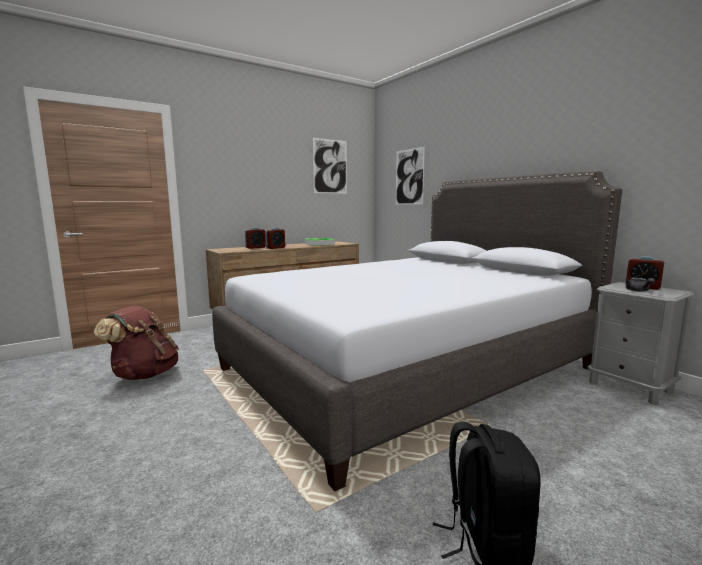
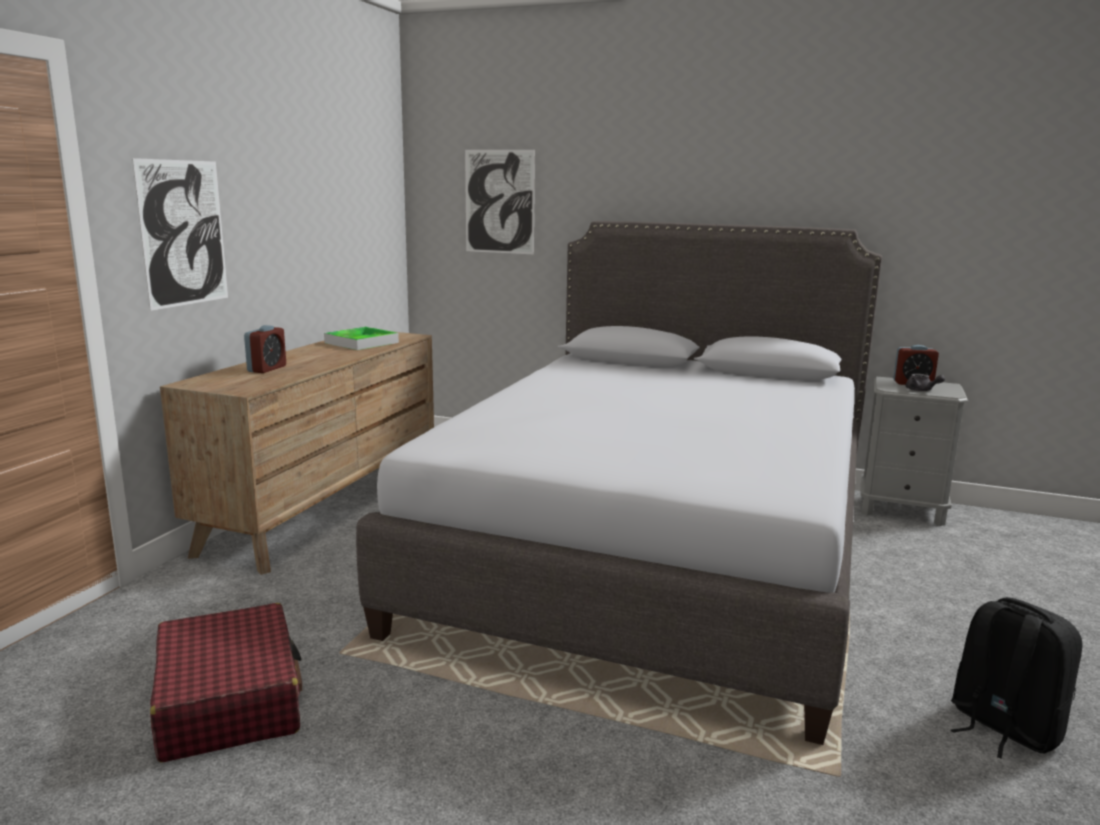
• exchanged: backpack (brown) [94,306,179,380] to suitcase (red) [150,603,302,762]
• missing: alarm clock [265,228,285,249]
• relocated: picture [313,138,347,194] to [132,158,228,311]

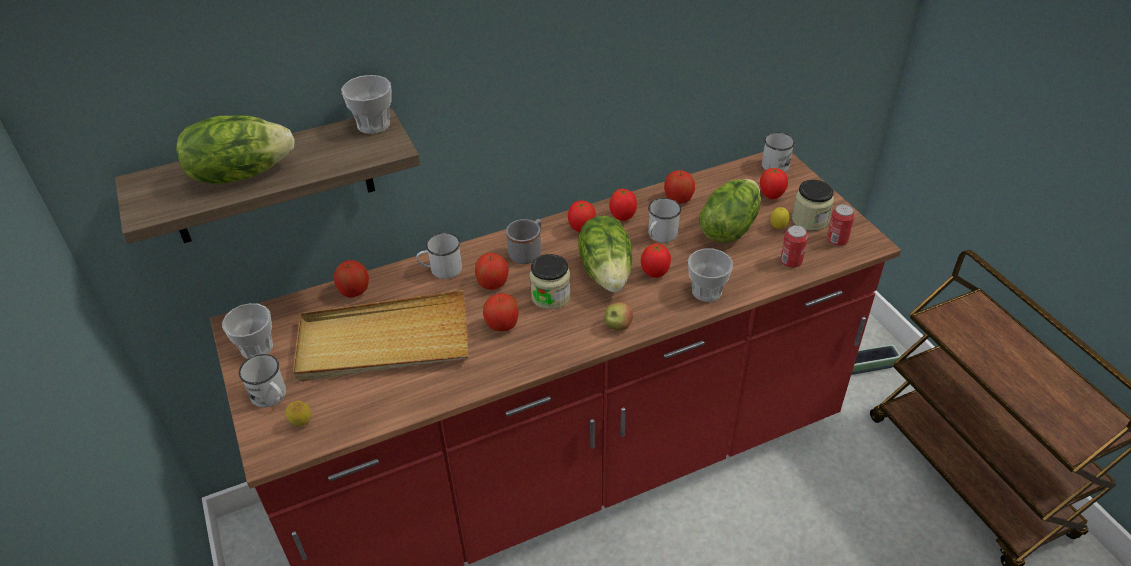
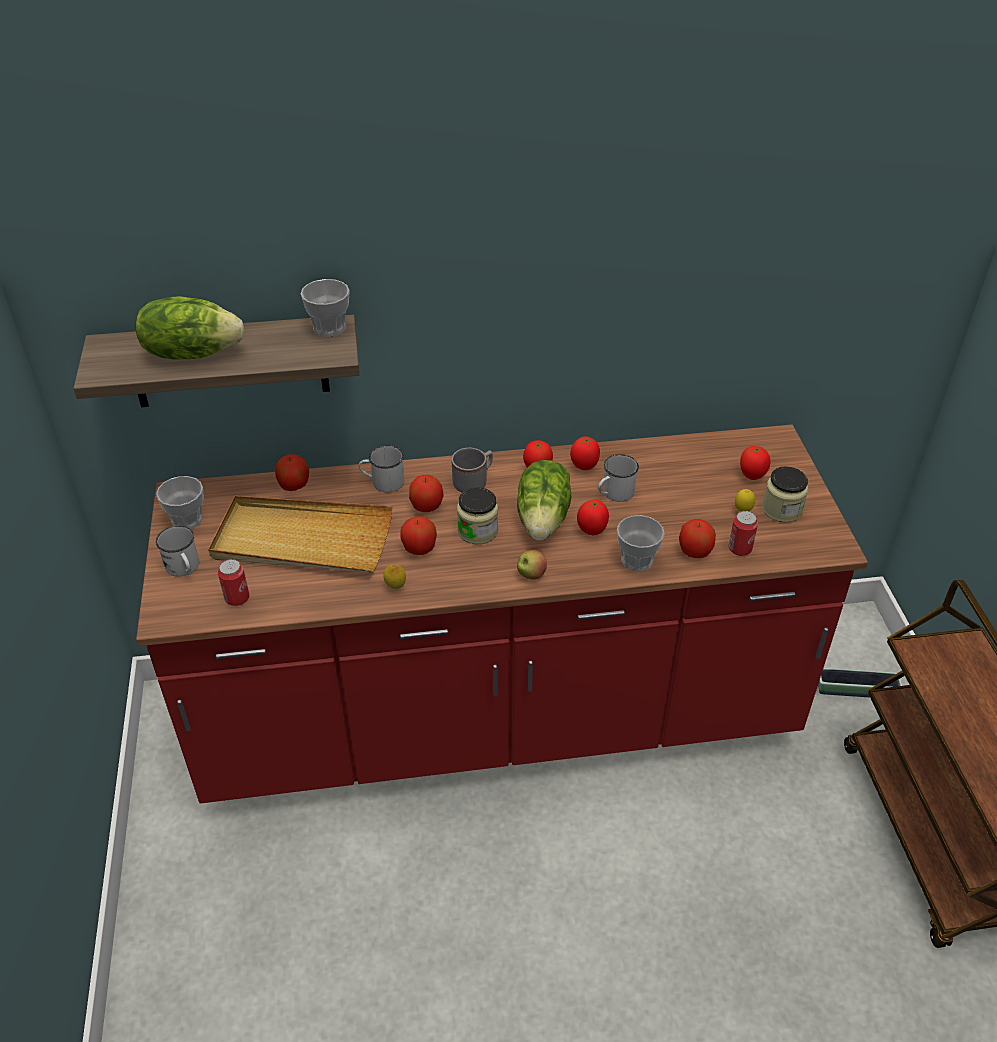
• relocated: lemon [286,401,311,426] to [384,564,406,589]
• relocated: apple [664,170,695,204] to [679,519,716,558]
• missing: lettuce [699,179,761,243]
• missing: mug (white) [762,133,795,172]
• relocated: can [827,204,855,246] to [218,559,249,606]

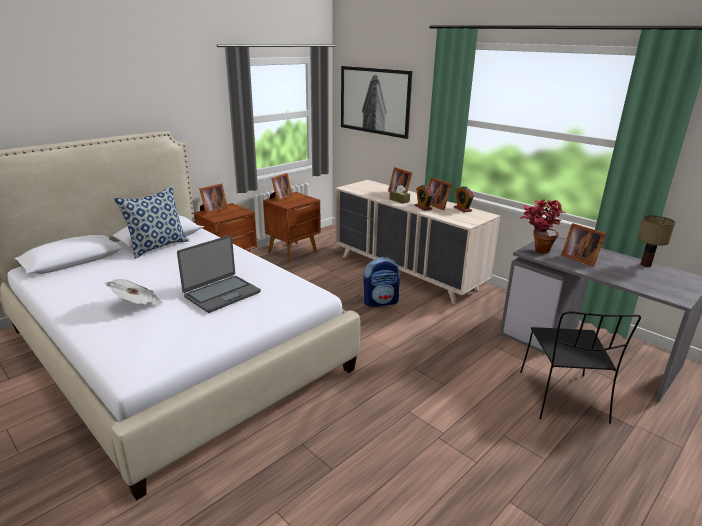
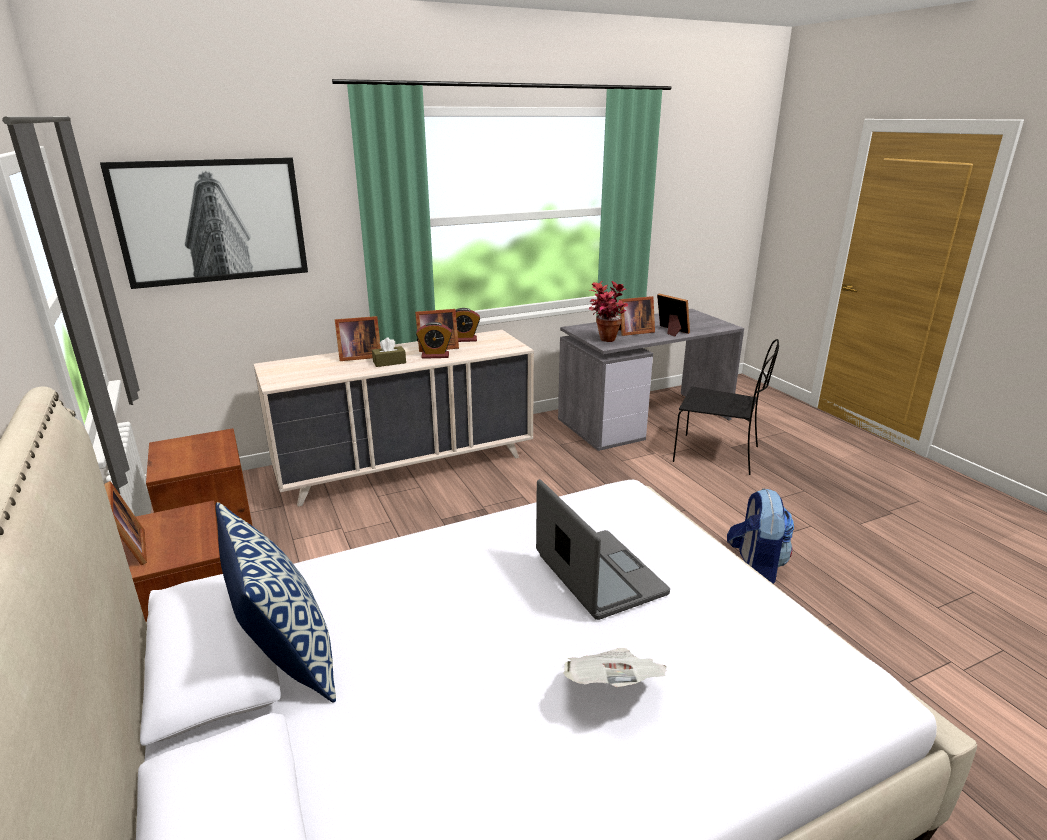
• relocated: picture frame [269,173,293,202] to [657,294,690,337]
• relocated: backpack [363,257,400,307] to [727,488,794,584]
• missing: table lamp [637,215,675,267]

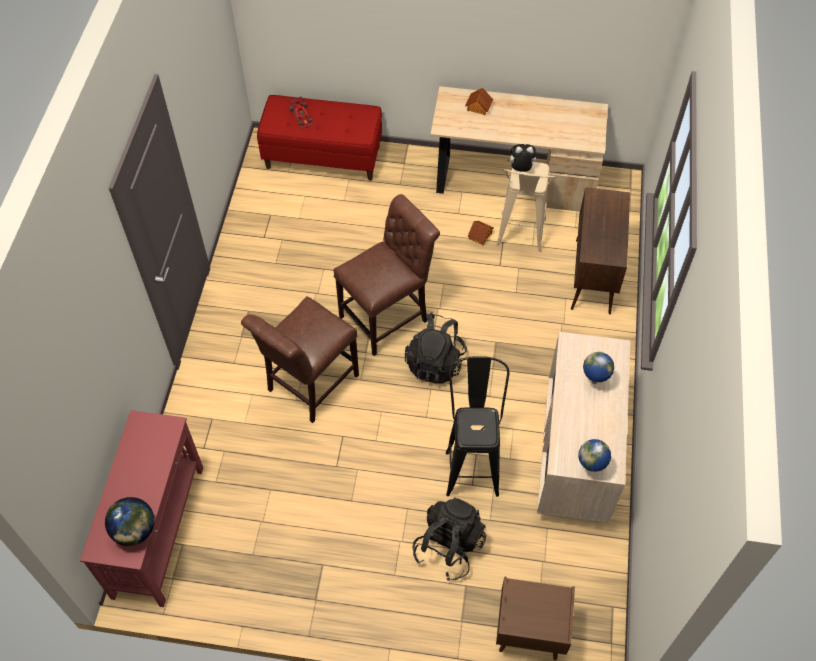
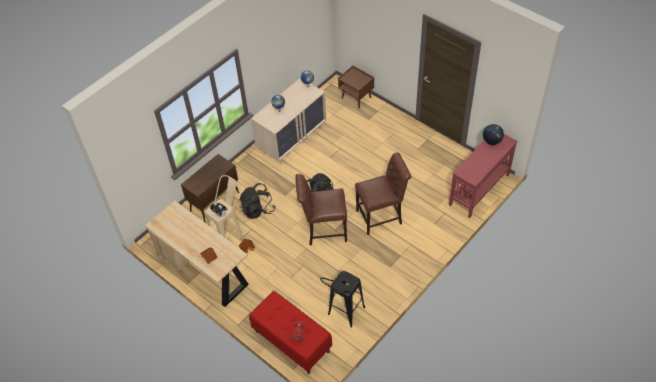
• relocated: backpack (black) [413,497,486,581] to [239,183,275,219]
• relocated: stool (black) [446,356,509,497] to [320,271,365,328]

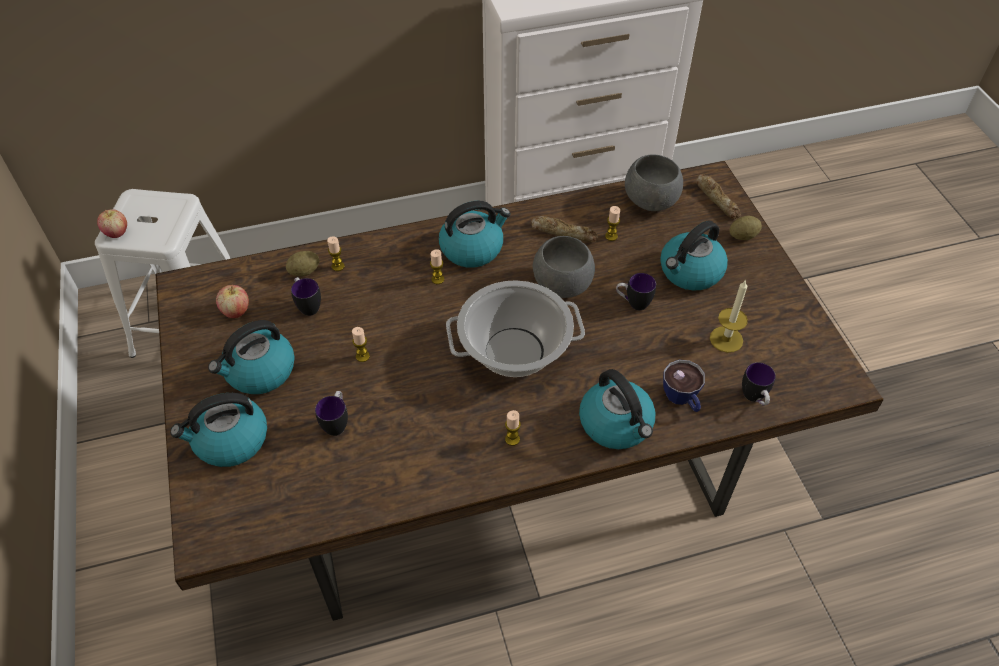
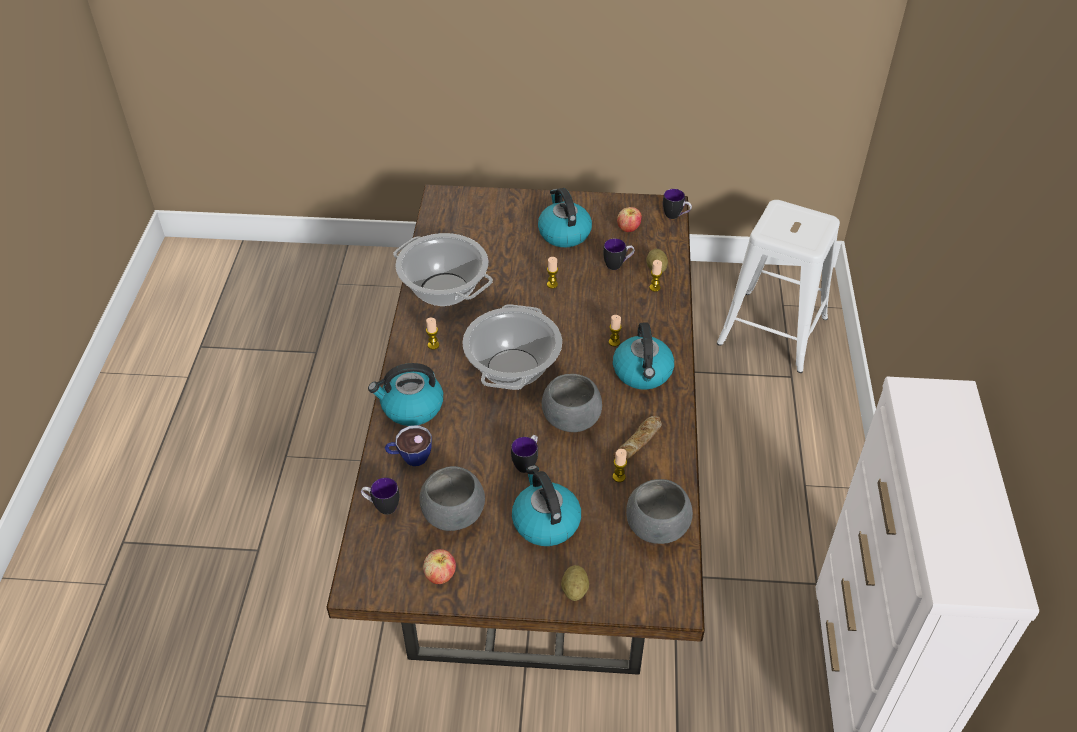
• relocated: apple [97,209,127,238] to [423,549,456,584]
• missing: kettle [170,393,267,467]
• relocated: mug [315,391,348,436] to [663,189,692,219]
• missing: bread [695,174,741,219]
• exchanged: candle [710,280,748,353] to bowl (grey) [419,466,485,531]
• appeared: cooking pot [393,233,493,306]

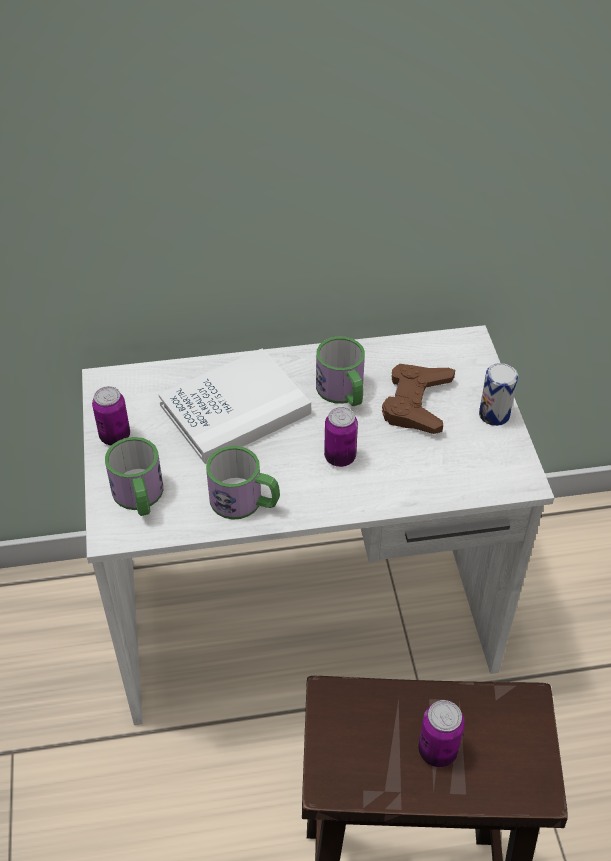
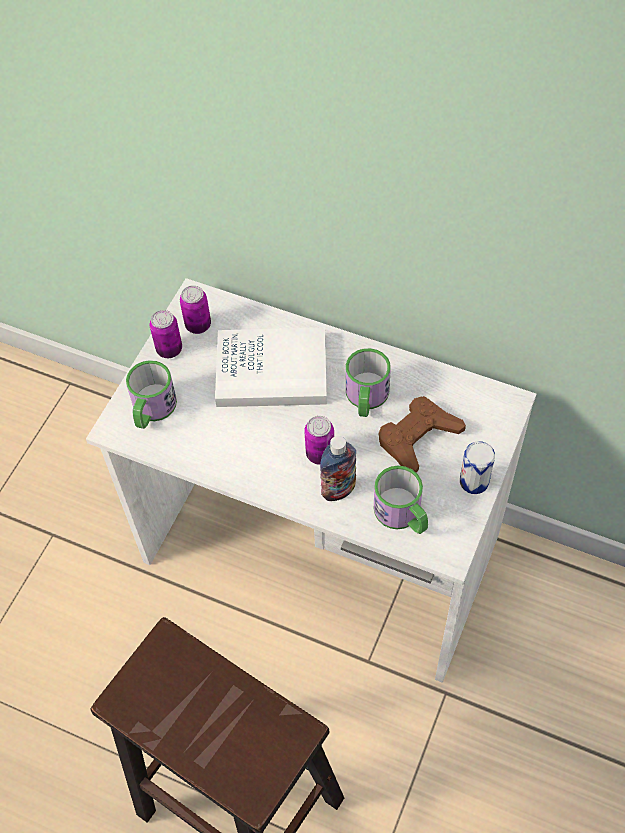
• relocated: mug [206,446,280,520] to [374,466,428,534]
• relocated: can [418,700,465,767] to [180,285,211,334]
• appeared: bottle [320,436,356,501]

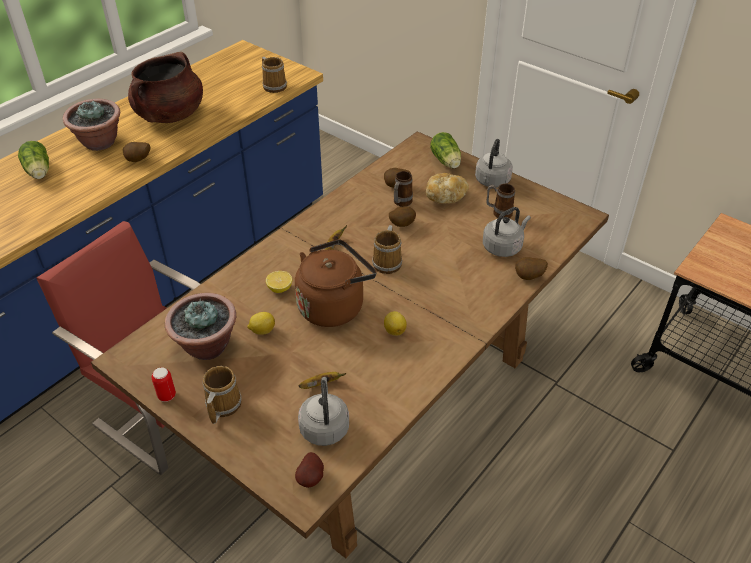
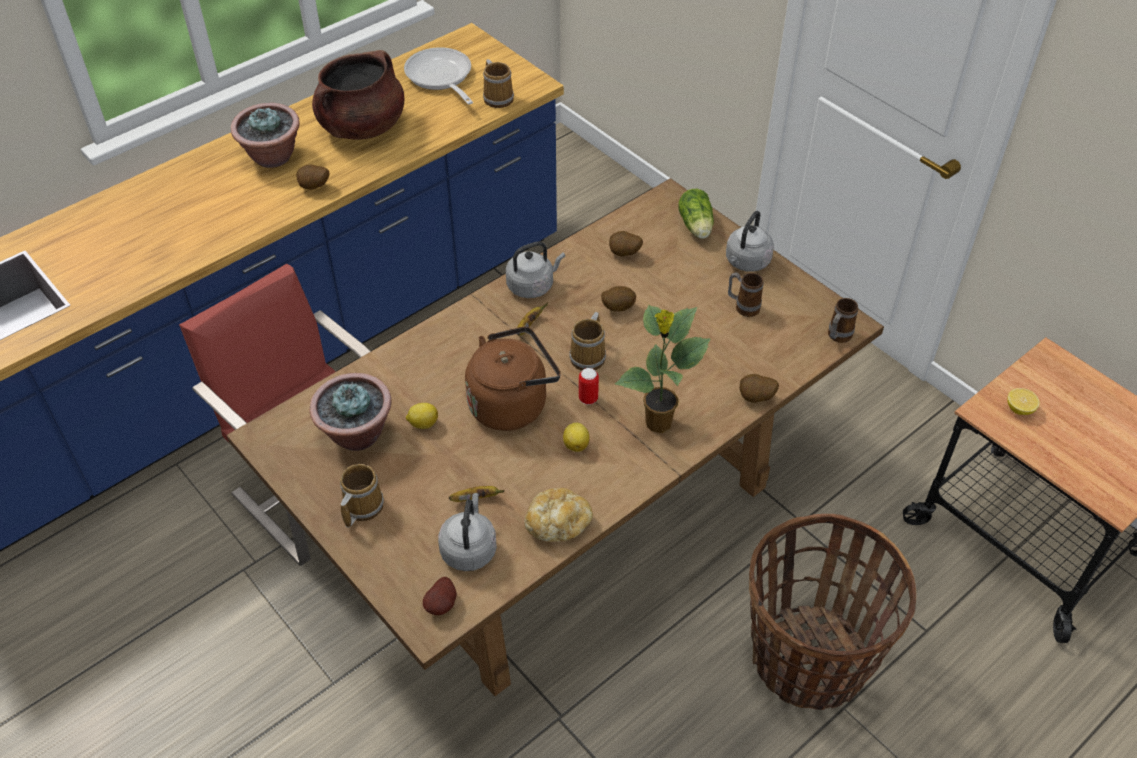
• missing: lettuce [18,141,49,179]
• relocated: can [152,367,176,402] to [579,368,599,405]
• relocated: lemon [266,271,292,293] to [1007,388,1040,415]
• relocated: mug [394,171,413,207] to [828,298,858,343]
• relocated: bread [426,173,469,204] to [524,488,593,542]
• relocated: kettle (grey) [483,207,531,257] to [506,241,565,298]
• appeared: frying pan [404,47,473,105]
• appeared: potted plant [615,305,710,433]
• appeared: basket [749,514,917,710]

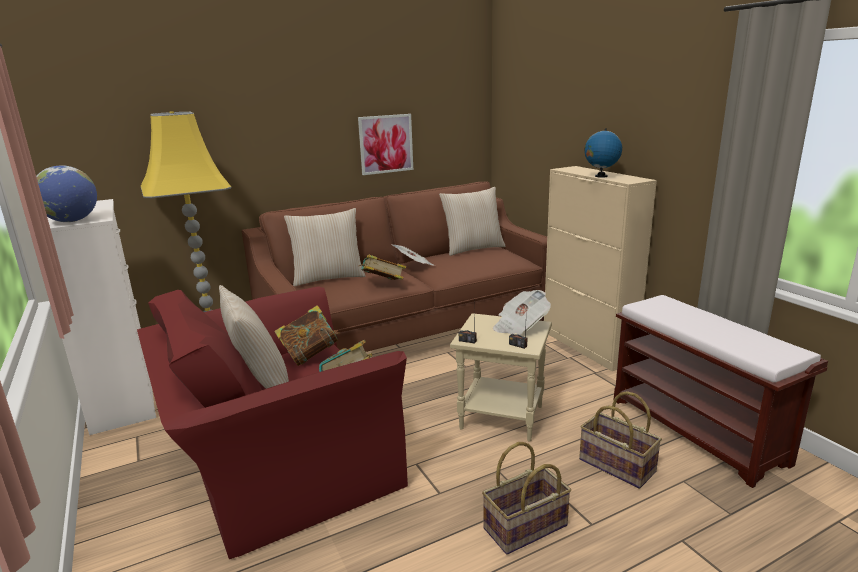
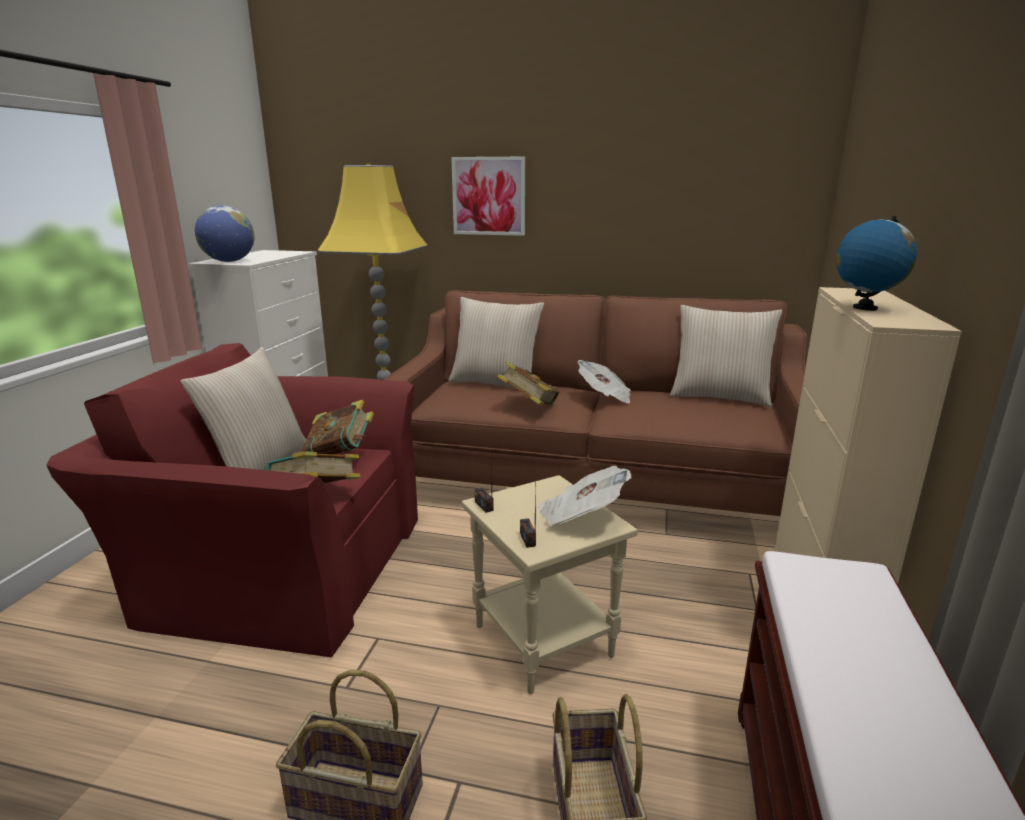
• relocated: picture [358,114,413,175] to [451,157,525,236]

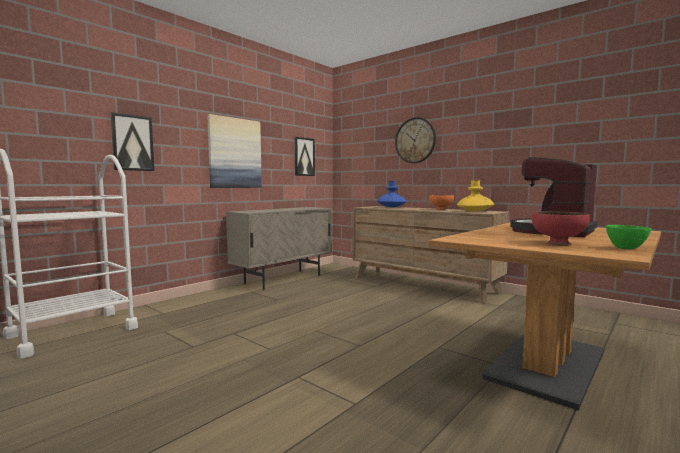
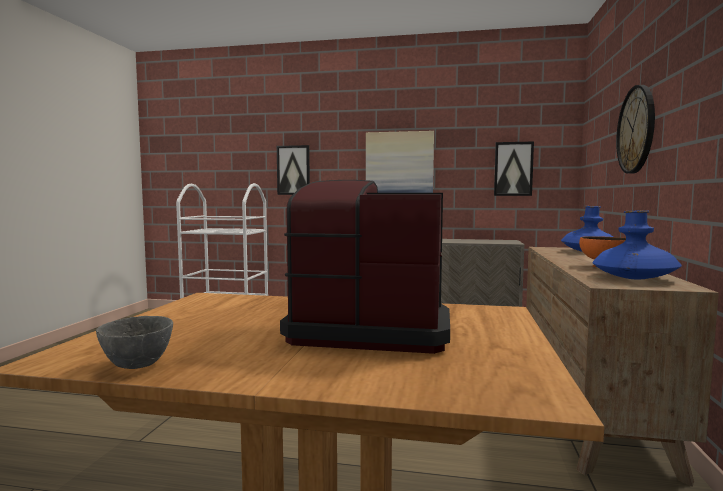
• colour: vase (yellow) [457,180,494,211] to vase (blue) [592,211,682,279]
• missing: bowl (red) [532,211,590,246]
• colour: bowl (green) [606,225,652,249] to bowl (grey) [96,316,173,369]

